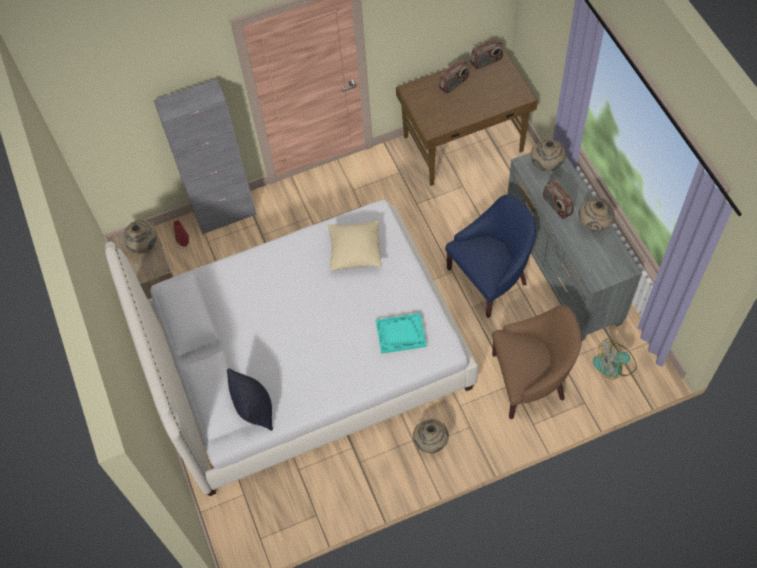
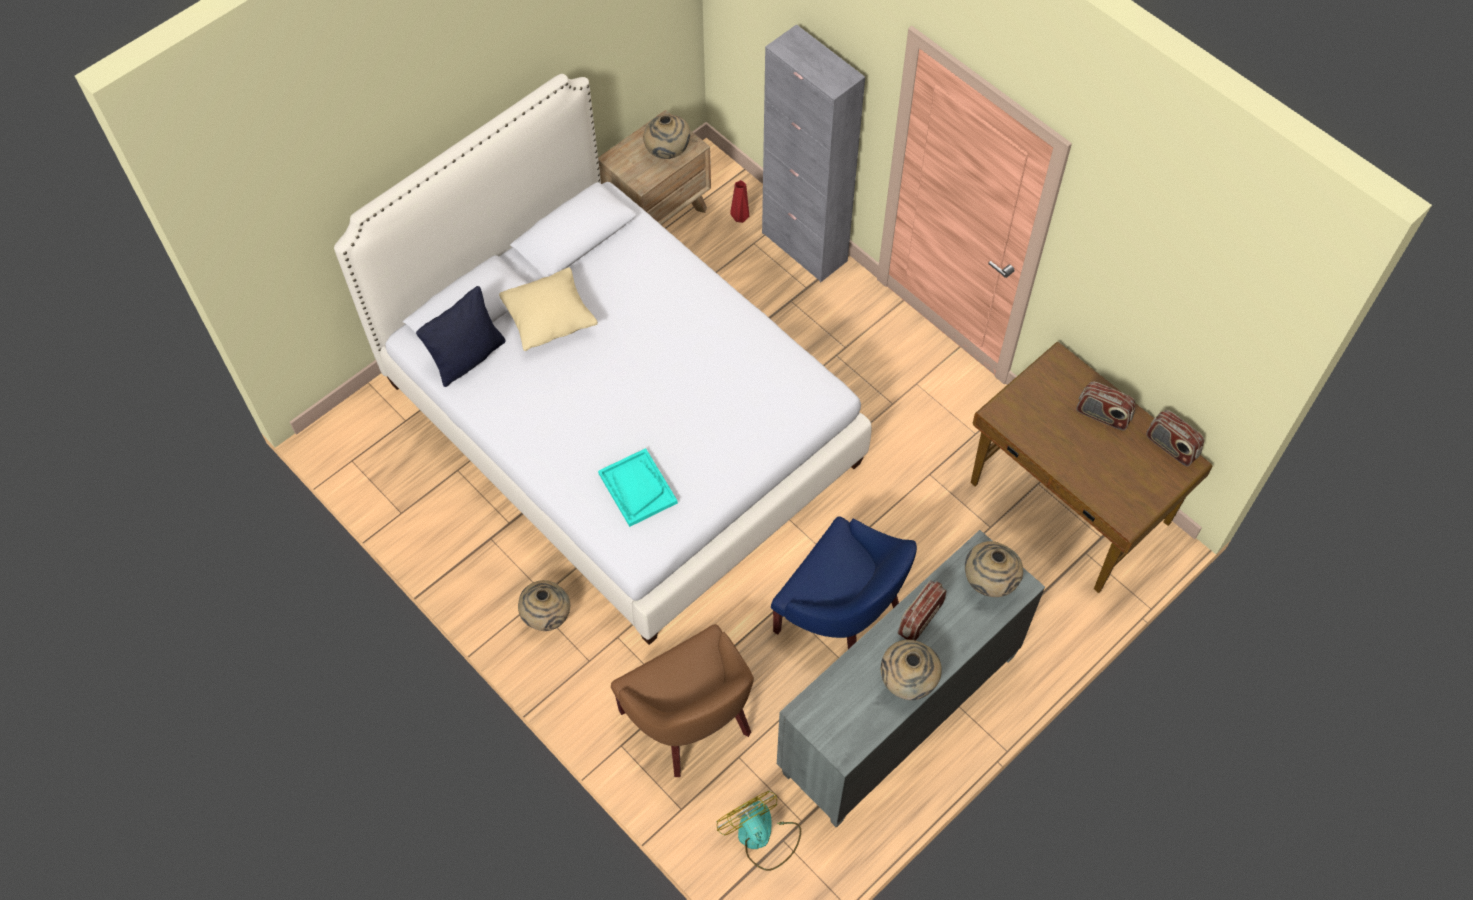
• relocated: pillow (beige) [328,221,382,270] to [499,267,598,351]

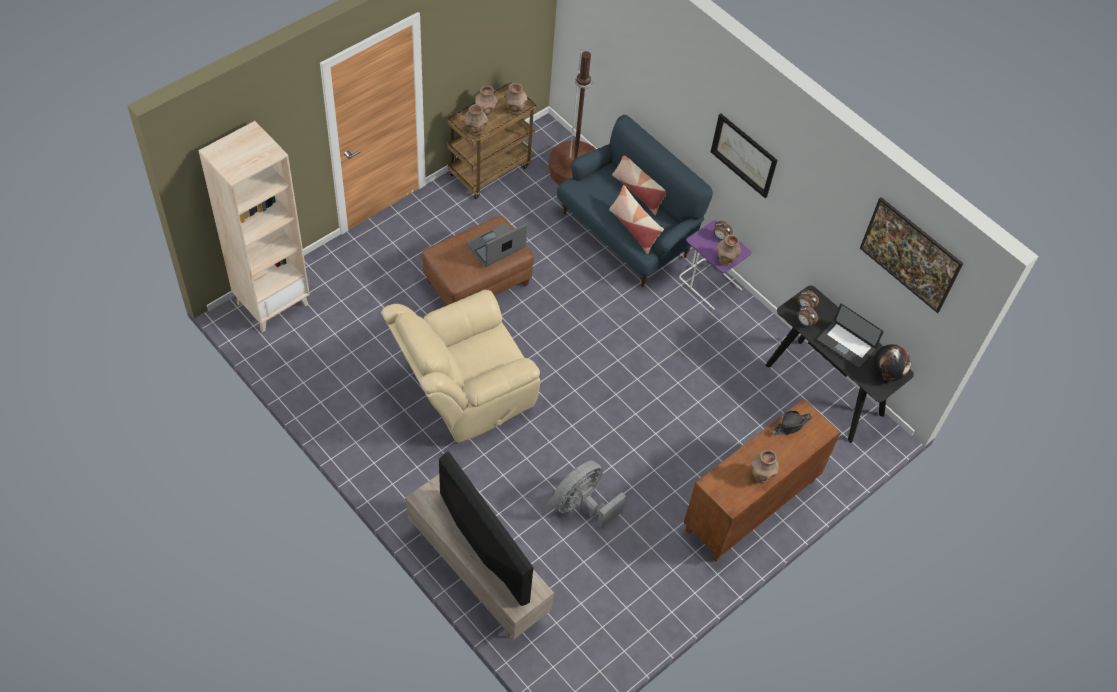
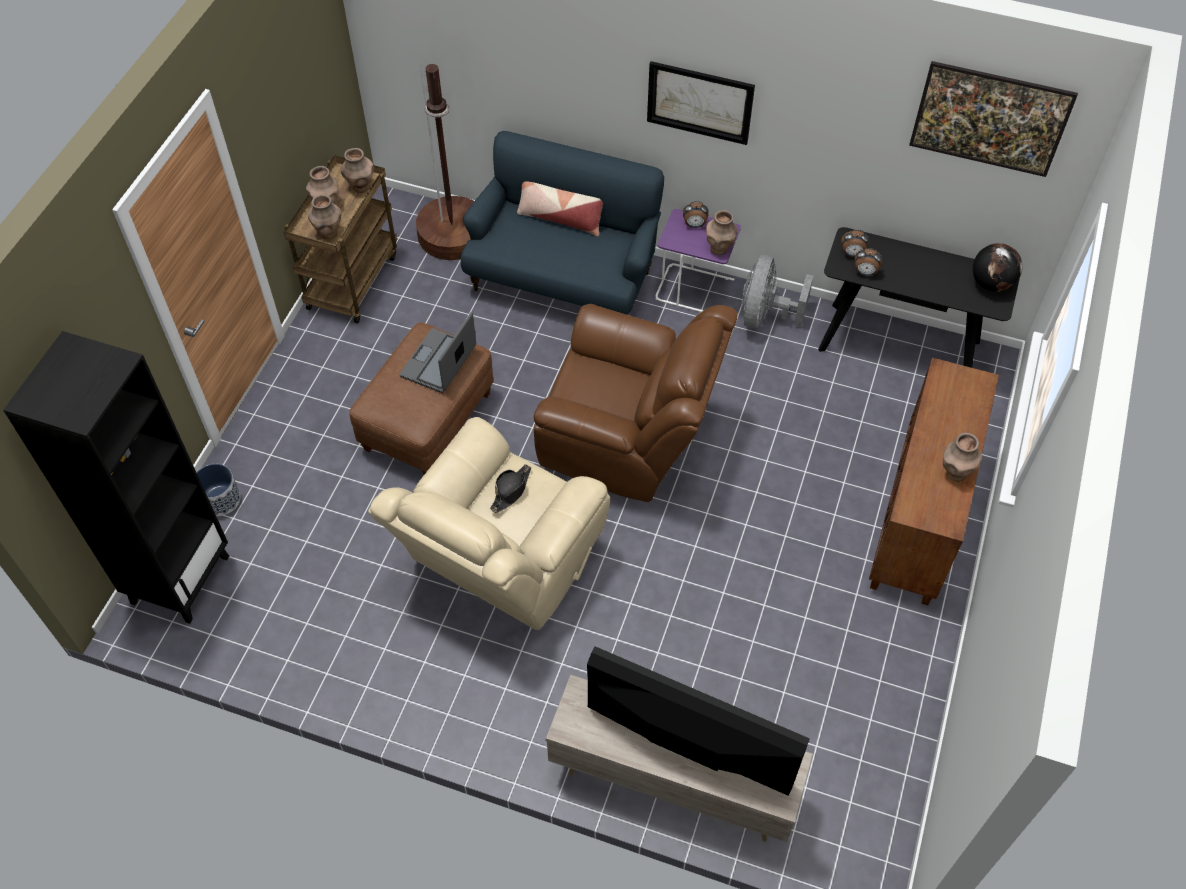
• colour: bookcase (beige) [198,121,310,332] to bookcase (black) [3,331,229,624]
• relocated: fan (grey) [552,461,626,529] to [741,255,813,328]
• missing: pillow [609,185,664,254]
• relocated: hat (black) [771,410,812,436] to [490,464,531,513]
• missing: laptop [817,304,883,368]
• appeared: planter [196,464,241,516]
• appeared: armchair (brown) [534,304,738,502]

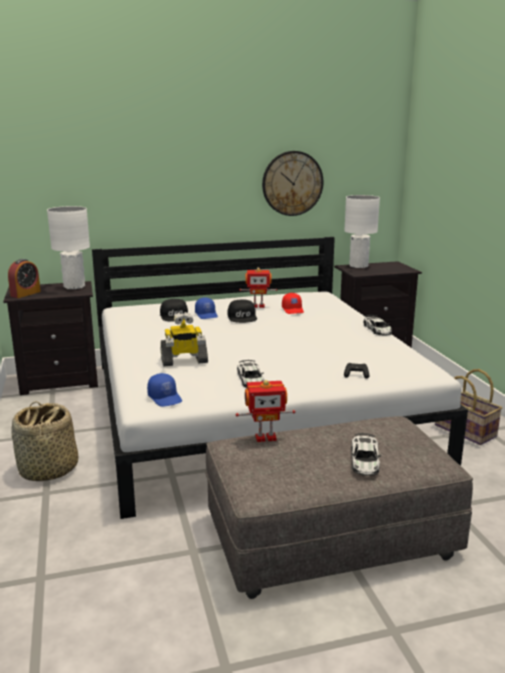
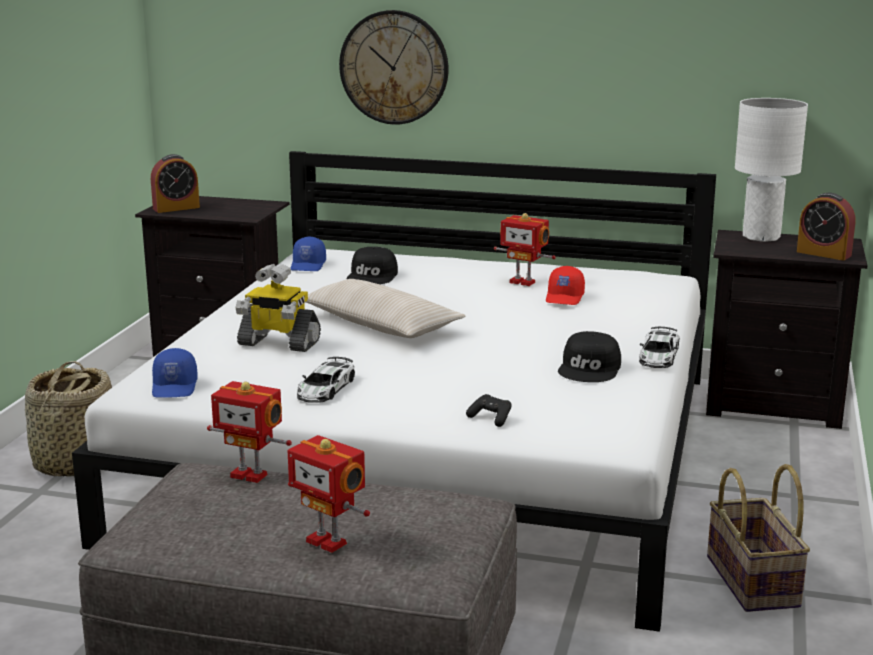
• missing: table lamp (white) [47,206,90,289]
• relocated: cap (blue) [195,297,218,319] to [291,237,326,271]
• relocated: cap (black) [227,300,257,323] to [558,331,621,382]
• relocated: wall clock [262,151,324,216] to [339,10,448,125]
• exchanged: toy car [351,433,381,476] to toy robot [288,435,370,553]
• appeared: pillow (beige) [306,279,465,338]
• appeared: alarm clock [797,193,855,260]

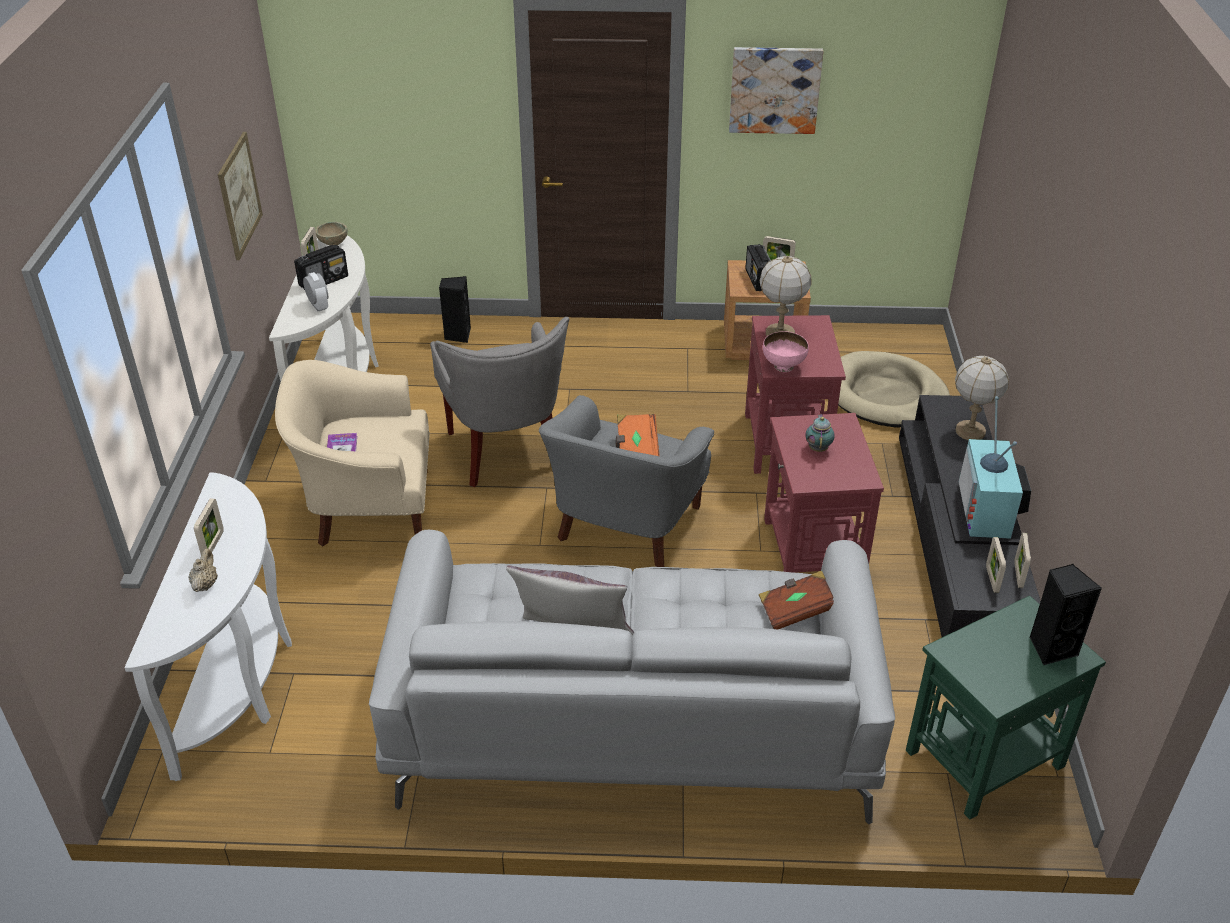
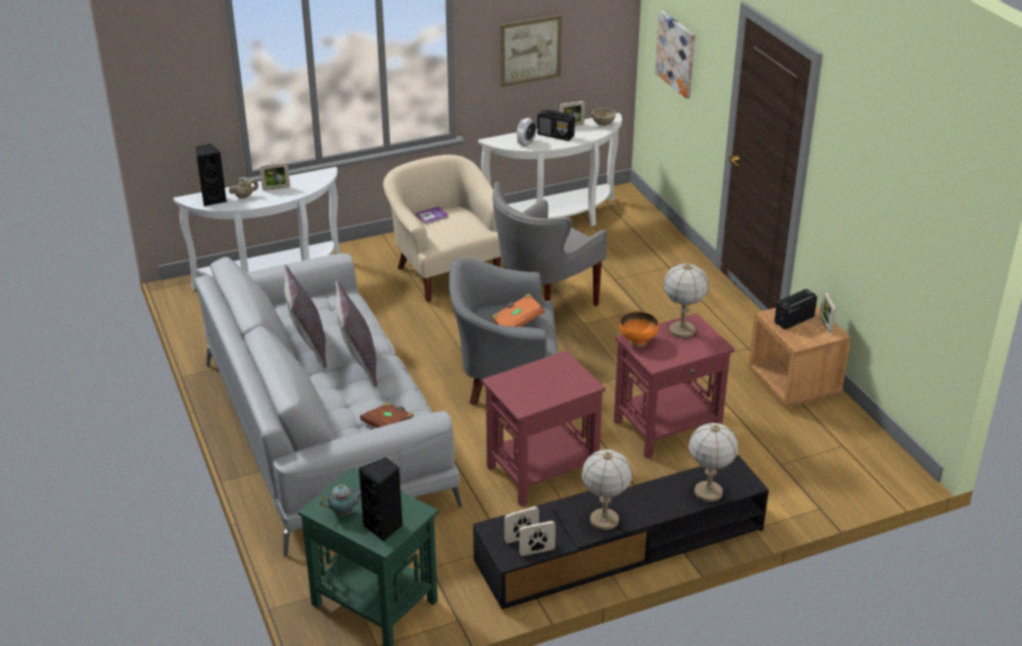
• relocated: speaker (black) [439,276,471,343] to [196,144,227,206]
• relocated: picture [729,47,823,134] to [655,11,695,99]
• colour: bowl (pink) [763,331,809,372] to bowl (orange) [619,312,659,347]
• relocated: teapot [805,415,835,452] to [320,484,361,517]
• missing: dog bed (beige) [838,351,950,428]
• exchanged: television [958,396,1031,539] to table lamp [582,449,633,530]
• appeared: pillow (grey) [335,281,377,387]

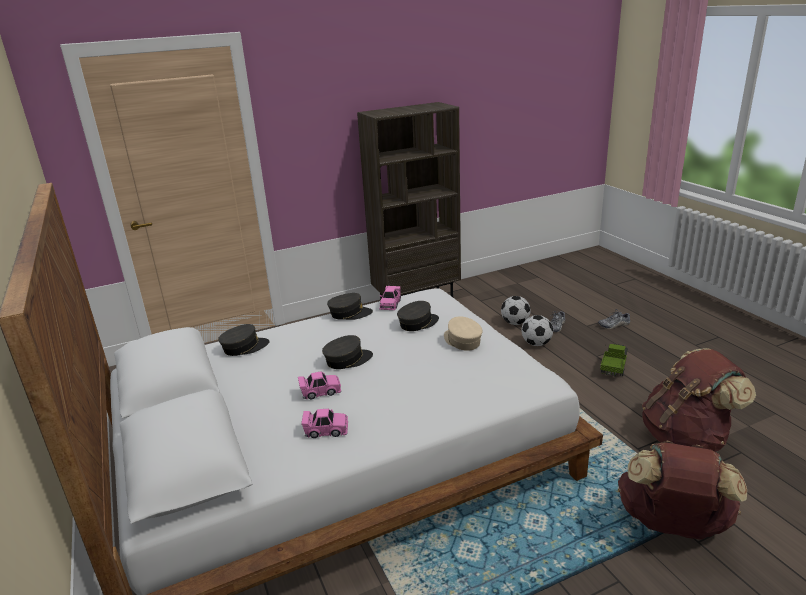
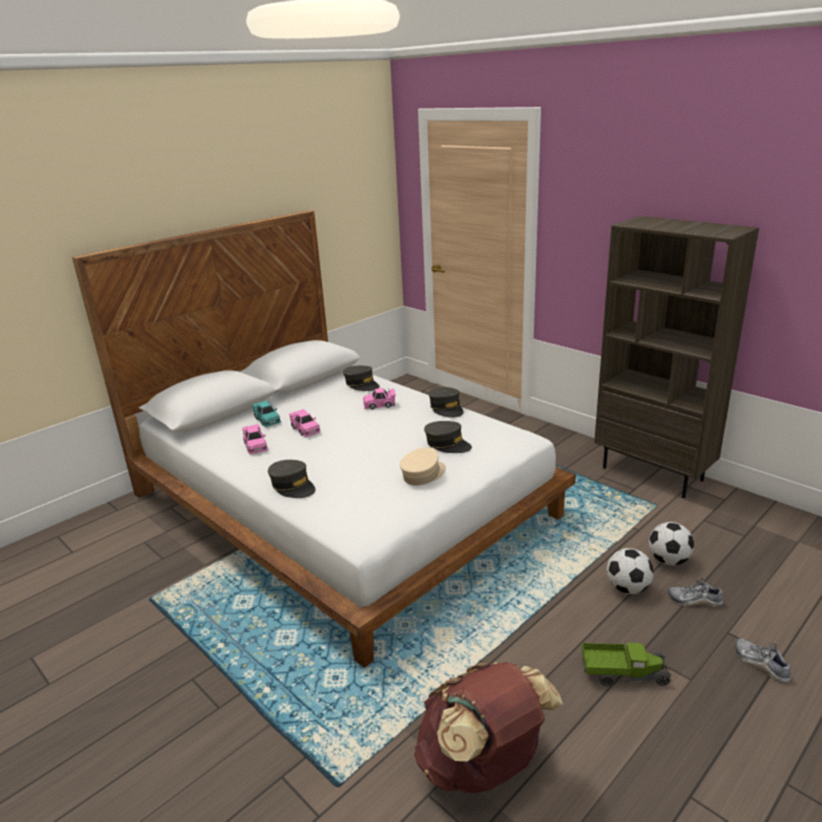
• relocated: cap (grey) [322,335,373,369] to [268,460,315,498]
• relocated: toy car (pink) [379,286,401,310] to [363,388,396,409]
• missing: backpack (brown) [618,441,747,540]
• appeared: toy car (turquoise) [252,400,281,427]

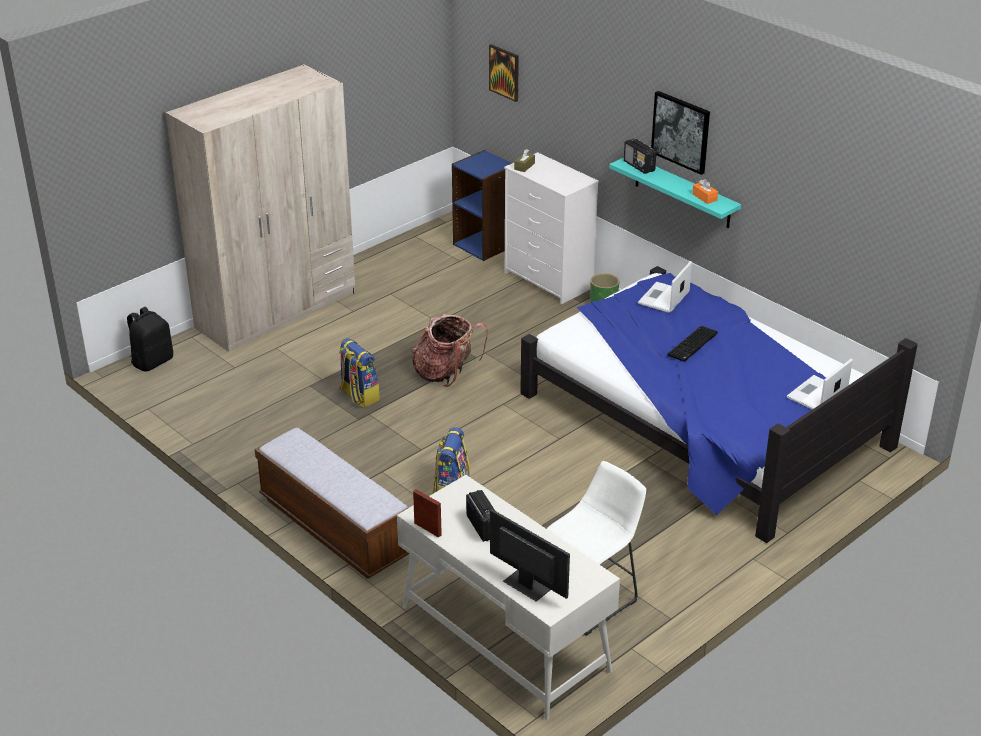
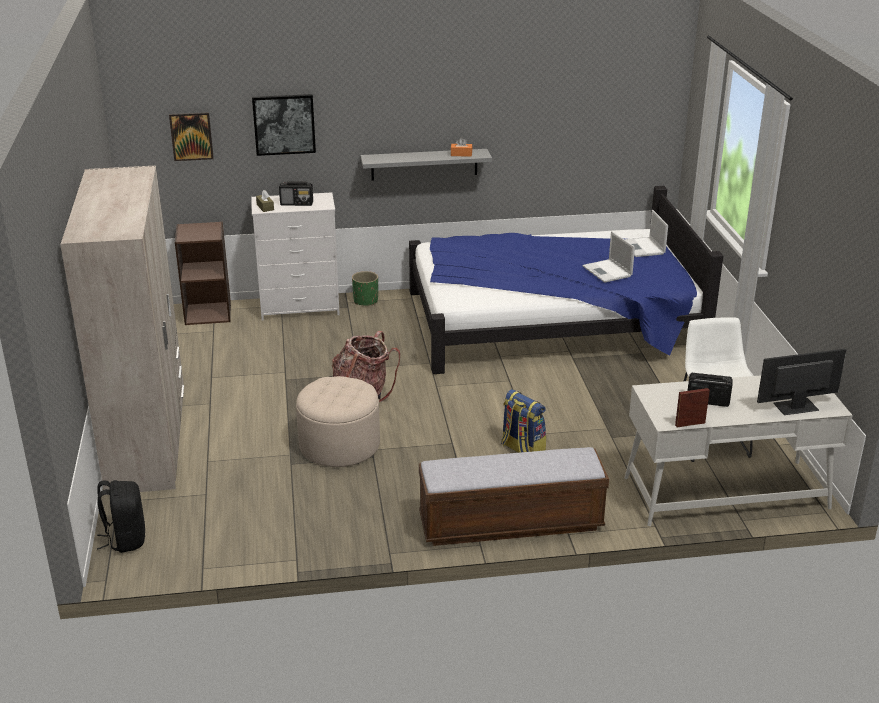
• exchanged: backpack [339,338,380,408] to ottoman (beige) [296,376,380,467]
• colour: bookcase (blue) [452,150,512,261] to bookcase (brown) [175,222,231,325]
• colour: shelf (turquoise) [609,157,741,228] to shelf (grey) [361,149,492,181]
• relocated: radio [624,139,656,174] to [279,181,313,206]
• relocated: laptop [638,261,692,313] to [583,231,635,283]
• relocated: picture [651,91,710,175] to [252,94,316,156]
• missing: keyboard [667,326,718,362]

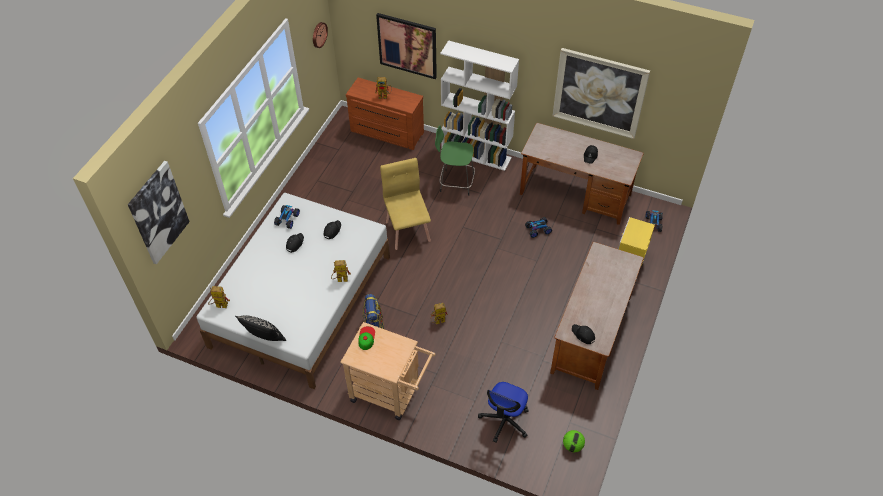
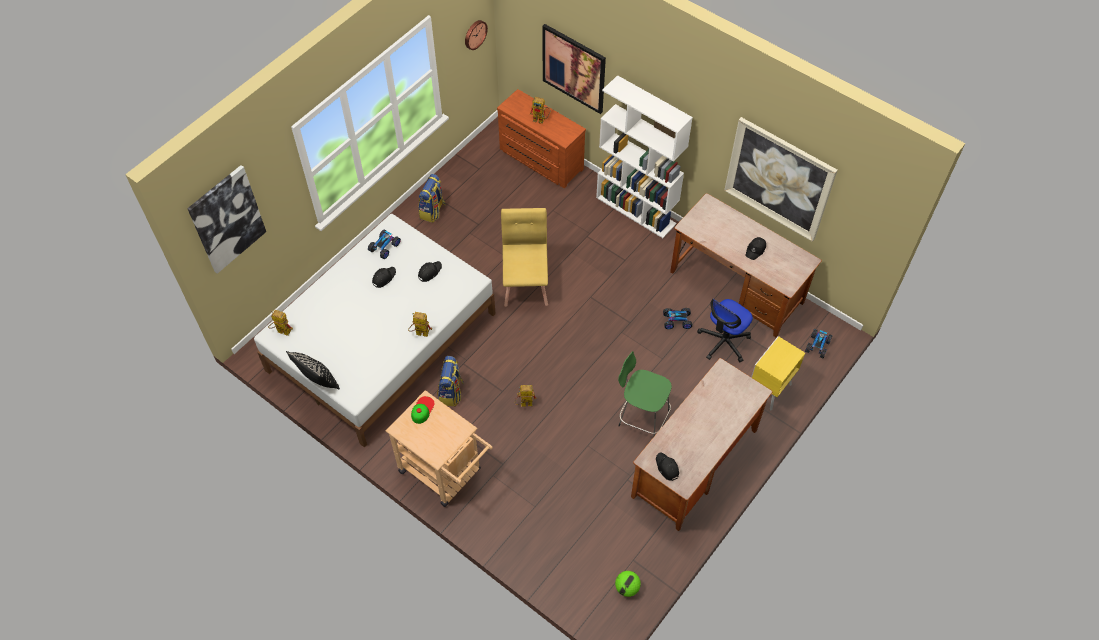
• relocated: stool (green) [435,125,475,196] to [618,351,672,437]
• relocated: office chair [478,382,529,443] to [697,299,753,362]
• appeared: backpack [419,174,446,223]

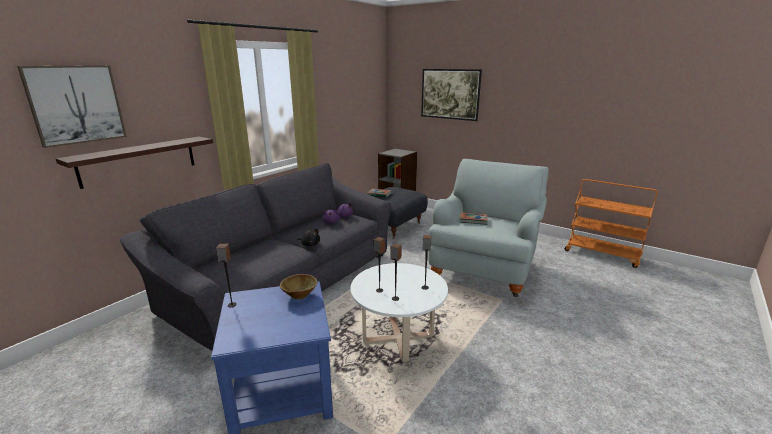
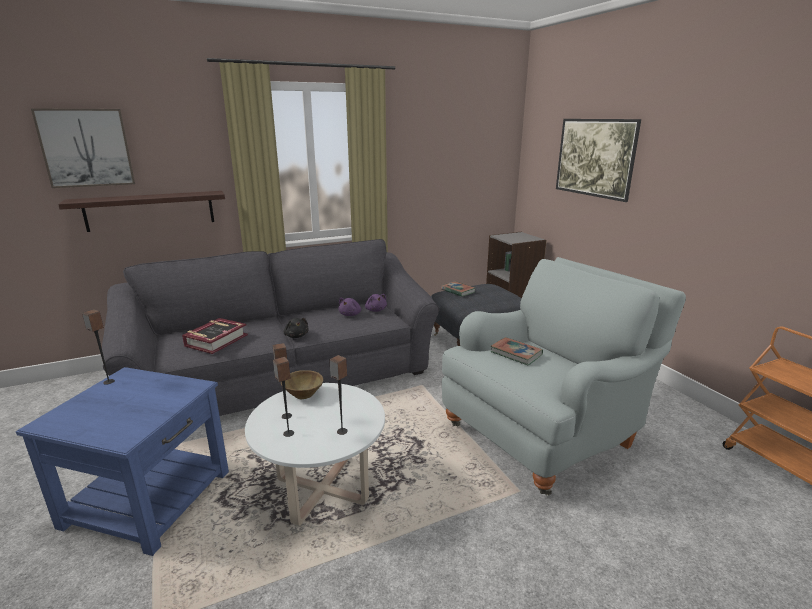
• relocated: bowl (brown) [280,274,318,300] to [281,370,323,399]
• appeared: book [182,318,248,354]

